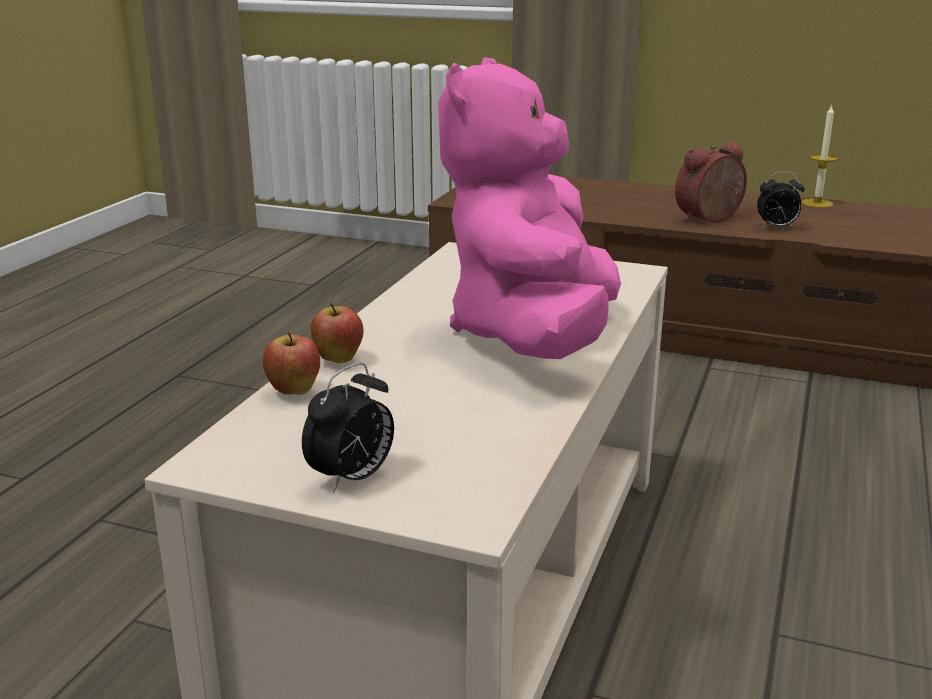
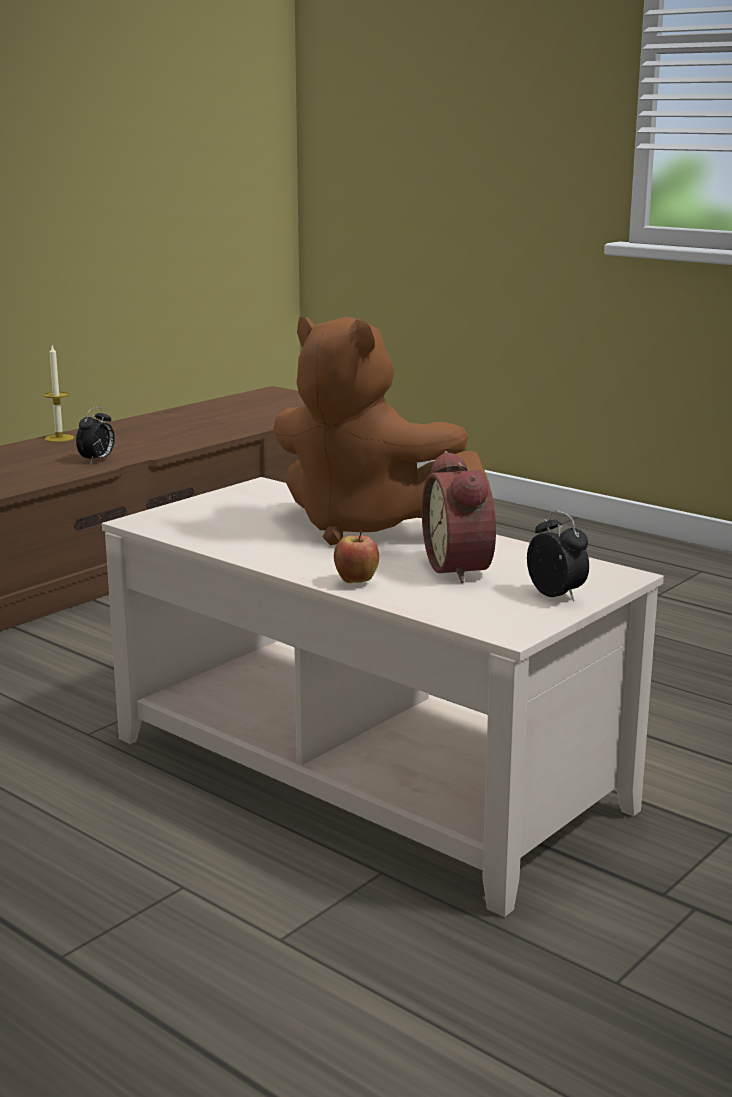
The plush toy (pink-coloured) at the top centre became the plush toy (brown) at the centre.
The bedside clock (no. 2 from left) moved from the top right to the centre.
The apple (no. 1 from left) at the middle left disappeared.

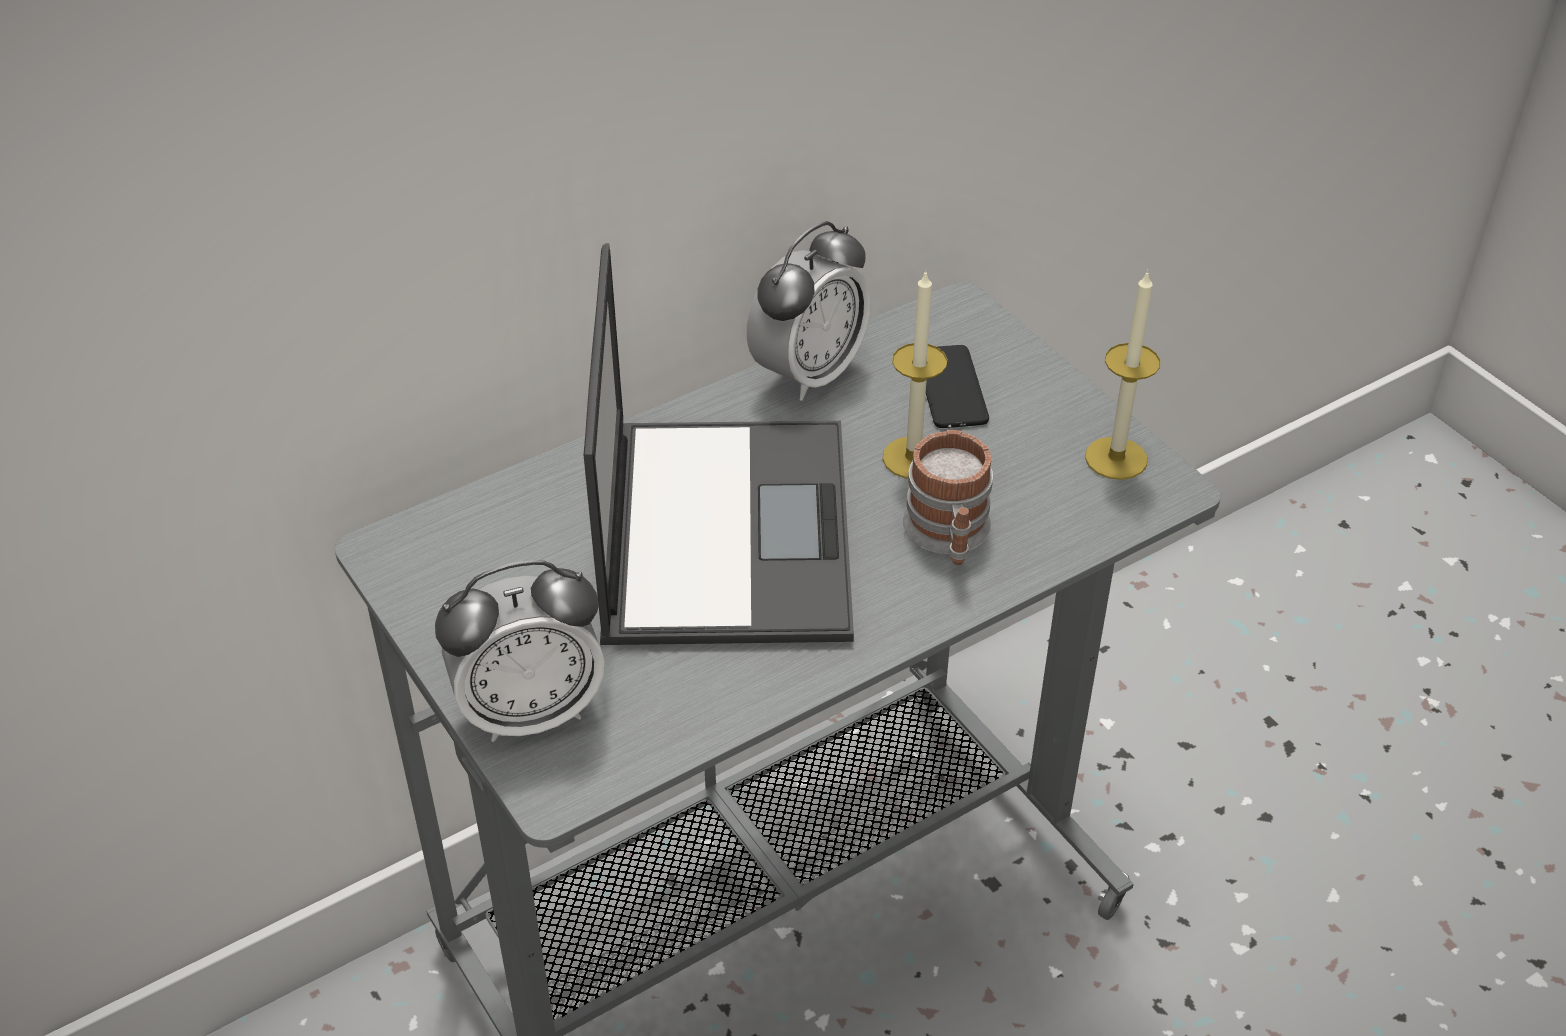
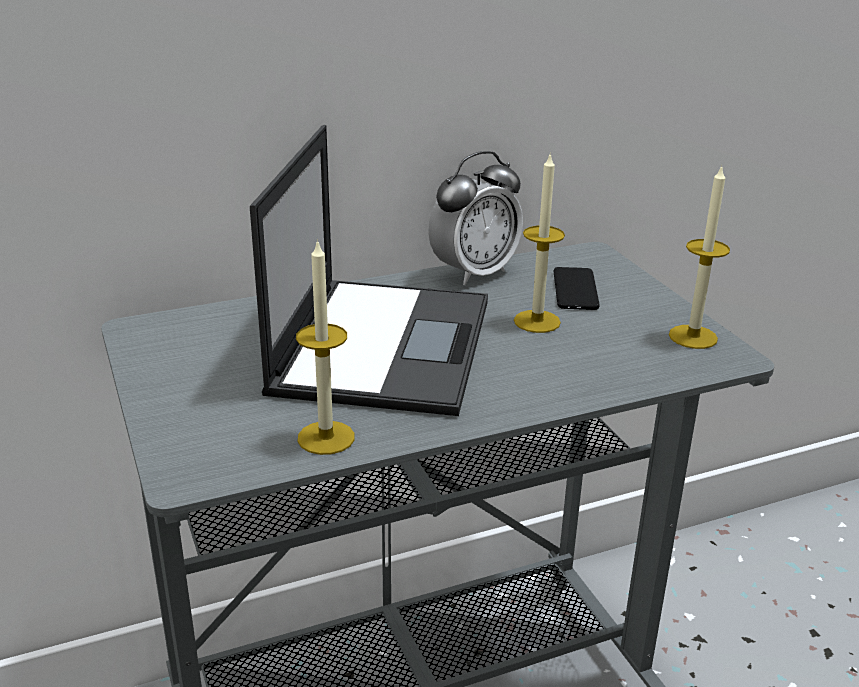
The wax light (no. 1 from left) at the centre appeared.
The bedside clock (no. 1 from left) at the middle left disappeared.
The mug at the centre disappeared.

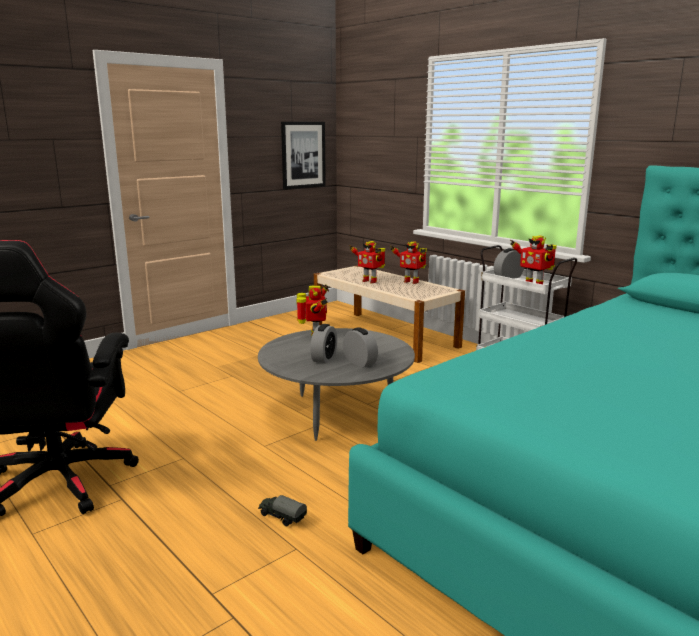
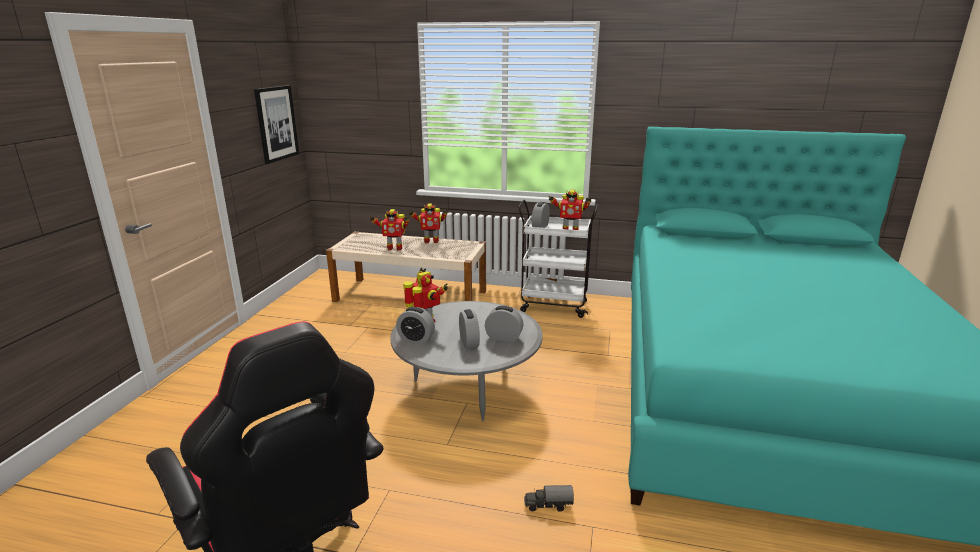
The bedside clock (no. 1 from left) at the centre appeared.

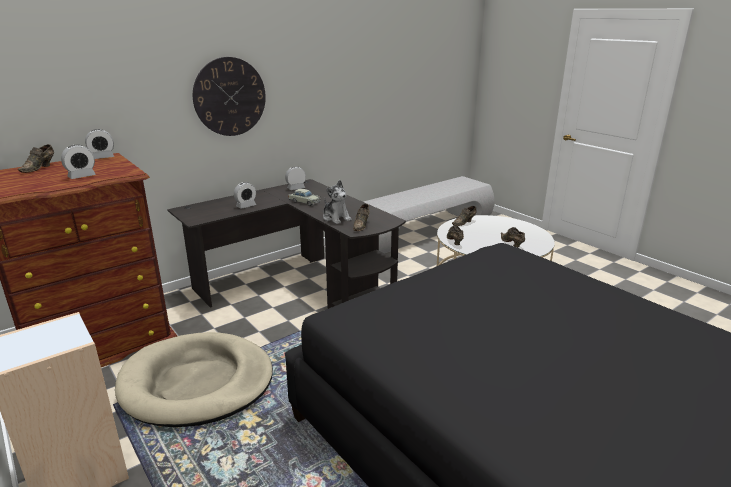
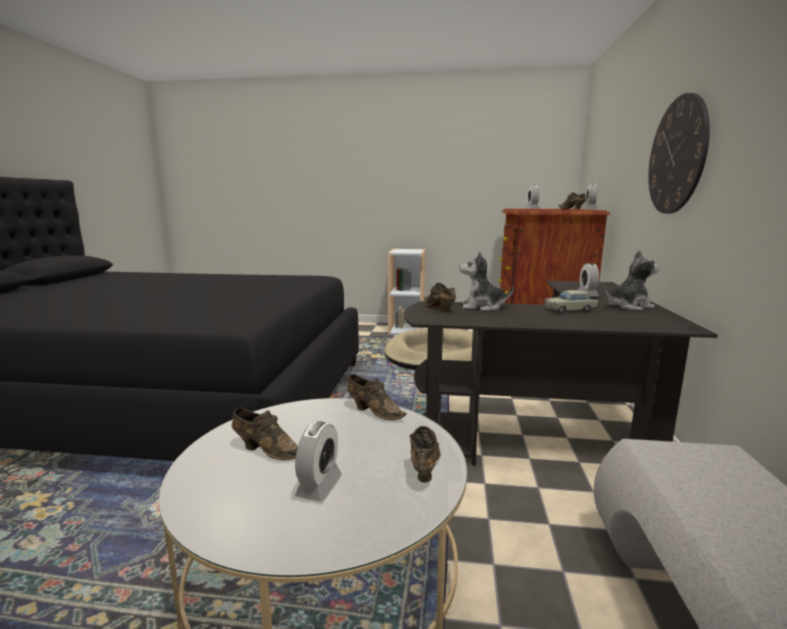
The bedside clock (no. 4 from left in the first image) moved from the centre to the bottom centre.
The plush toy (no. 2 from left) at the middle right appeared.

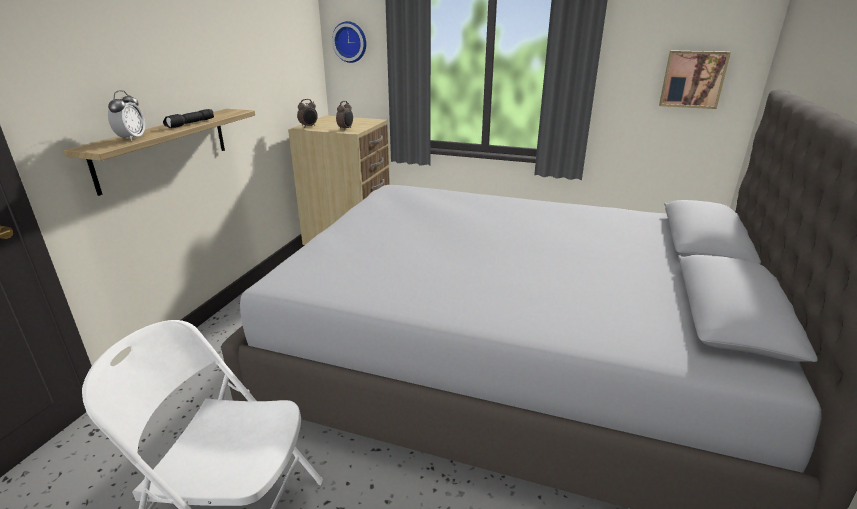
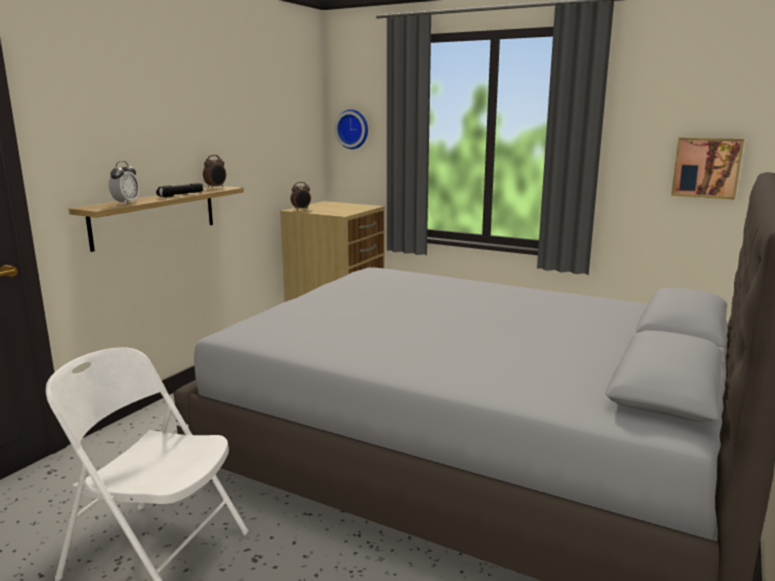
The bedside clock (no. 3 from left in the first image) moved from the top centre to the top left.

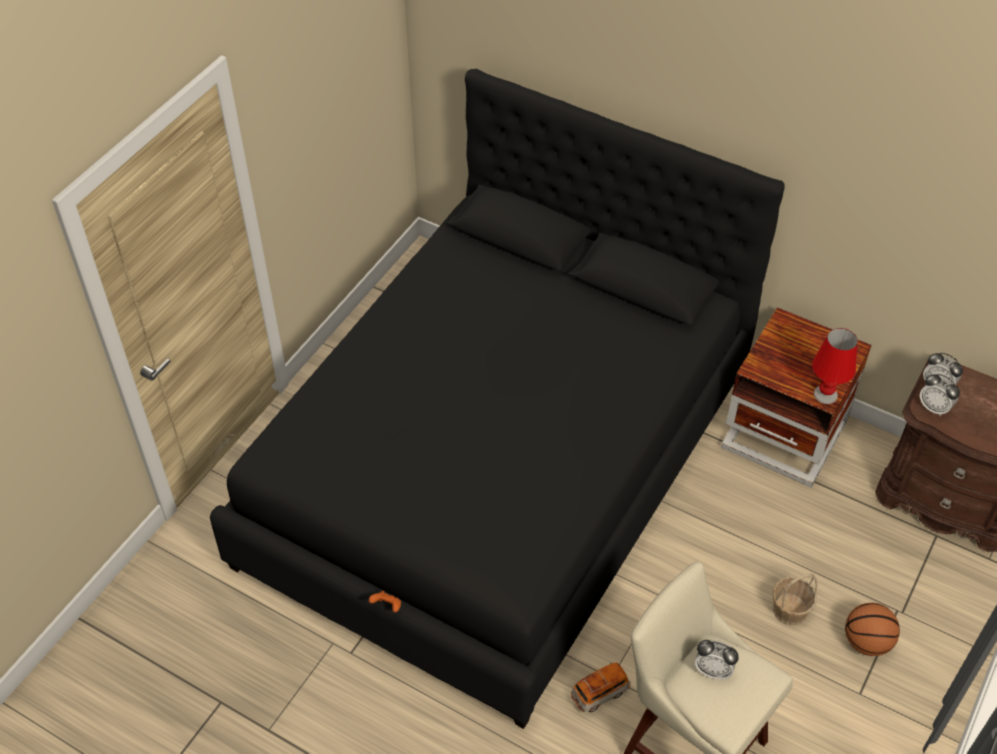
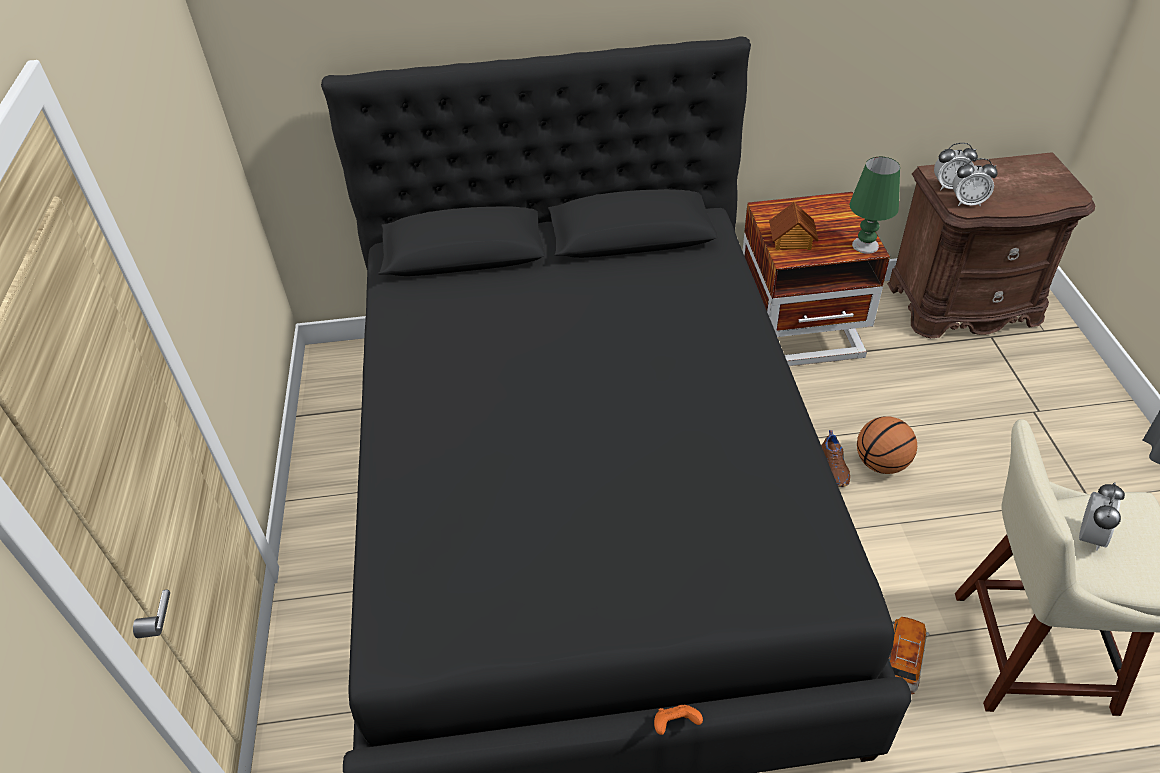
The model house at the top right appeared.
The item of footwear (brown) at the middle right appeared.
The lamp for a table (red) at the middle right became the lamp for a table (greenish) at the top right.
The basketball moved from the bottom right to the middle right.
The bedside clock (no. 1 from left in the first image) at the bottom right turned 45 degrees counterclockwise.
The basket at the bottom right disappeared.

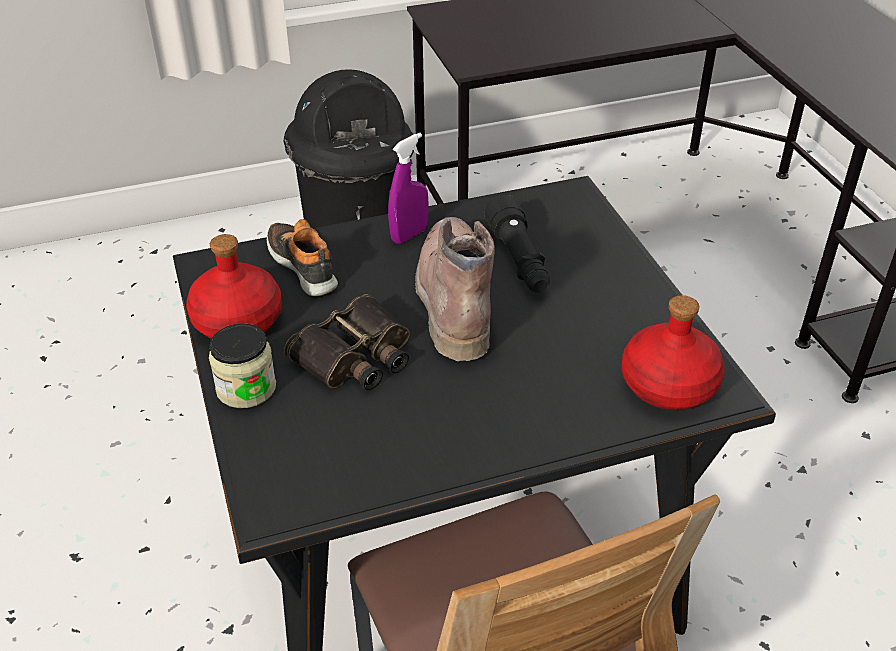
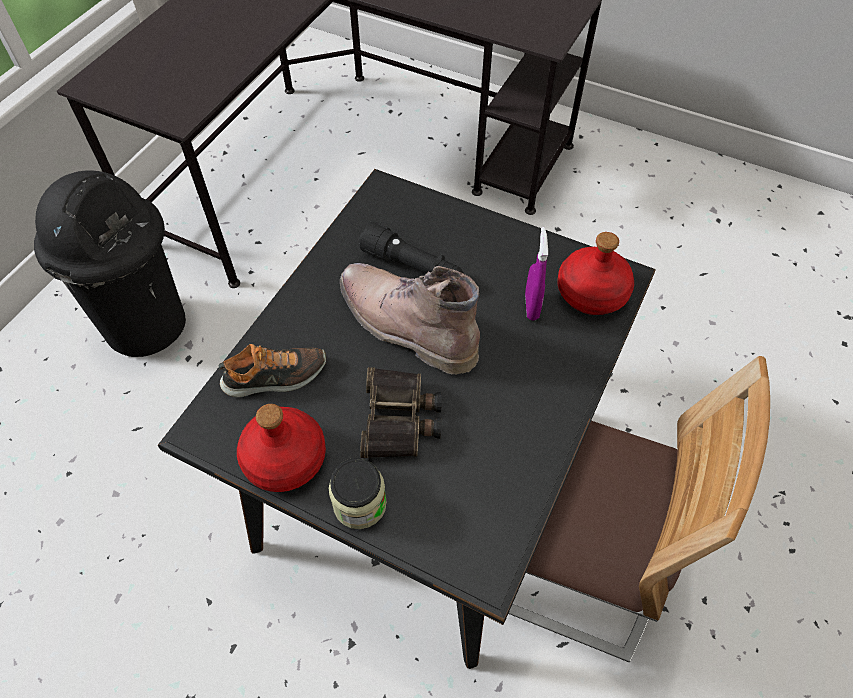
The item of footwear at the centre turned 150 degrees clockwise.
The hand sprayer (purple) moved from the top centre to the centre.

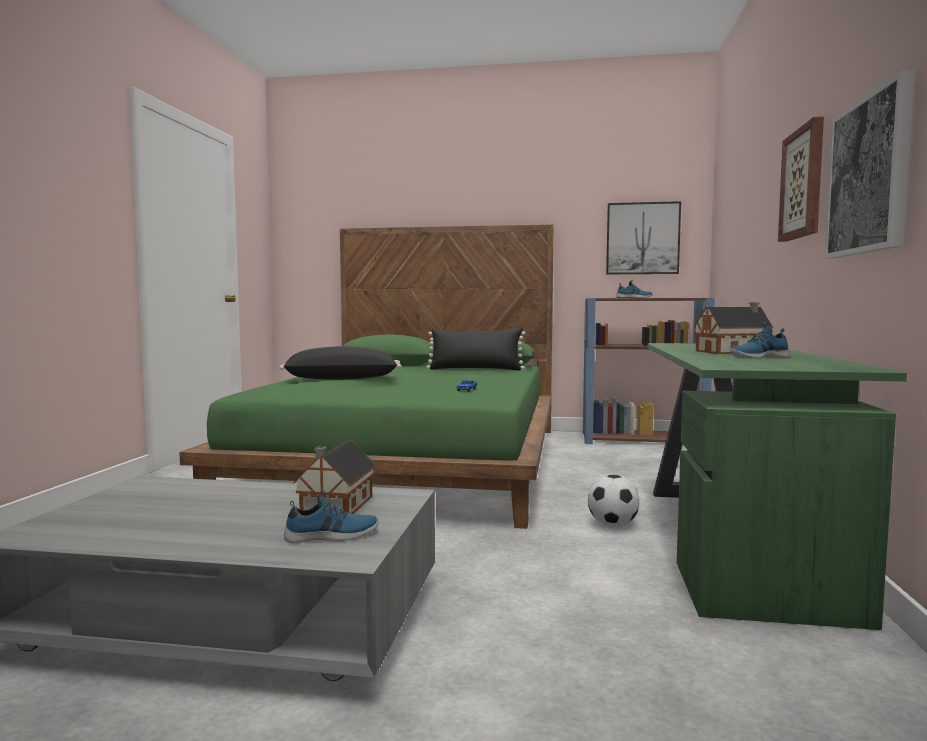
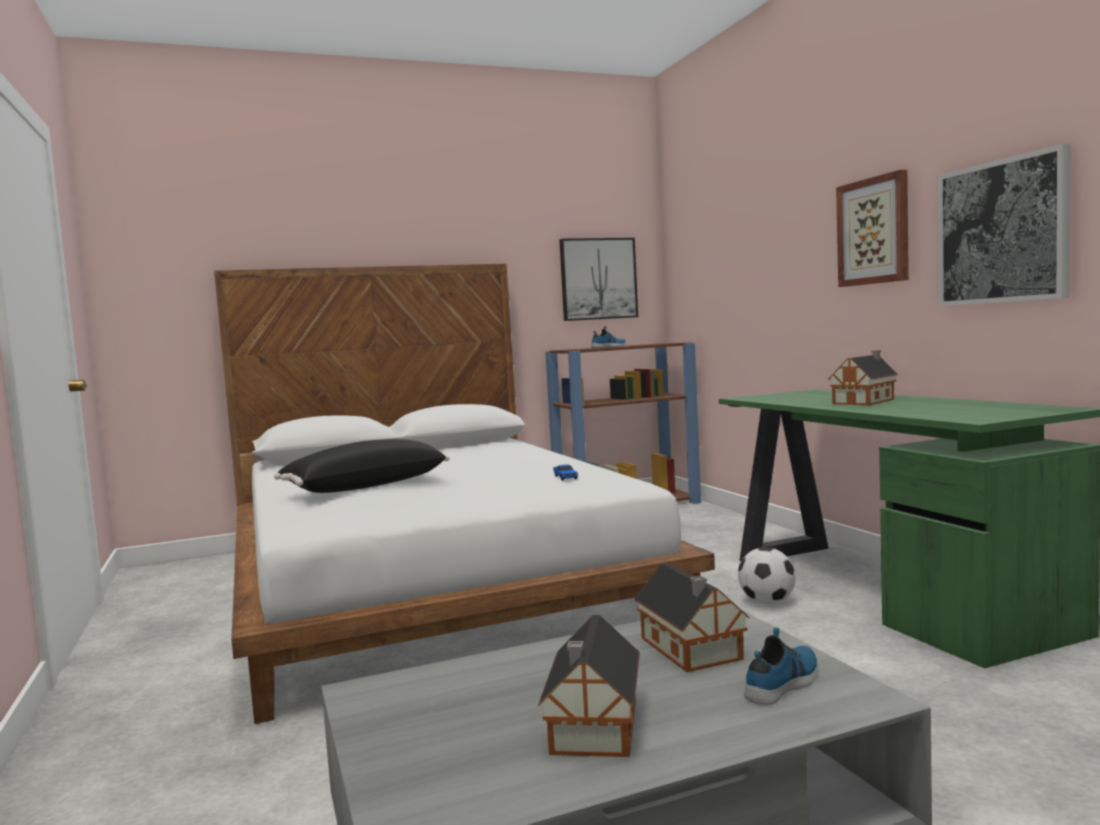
The bedroom bed (greenish) at the centre became the bedroom bed (white-coloured) at the centre.
The model house (no. 1 from left) at the bottom centre appeared.
The pillow (blackish) (no. 2 from left) at the centre disappeared.
The item of footwear (no. 3 from left) at the middle right disappeared.

